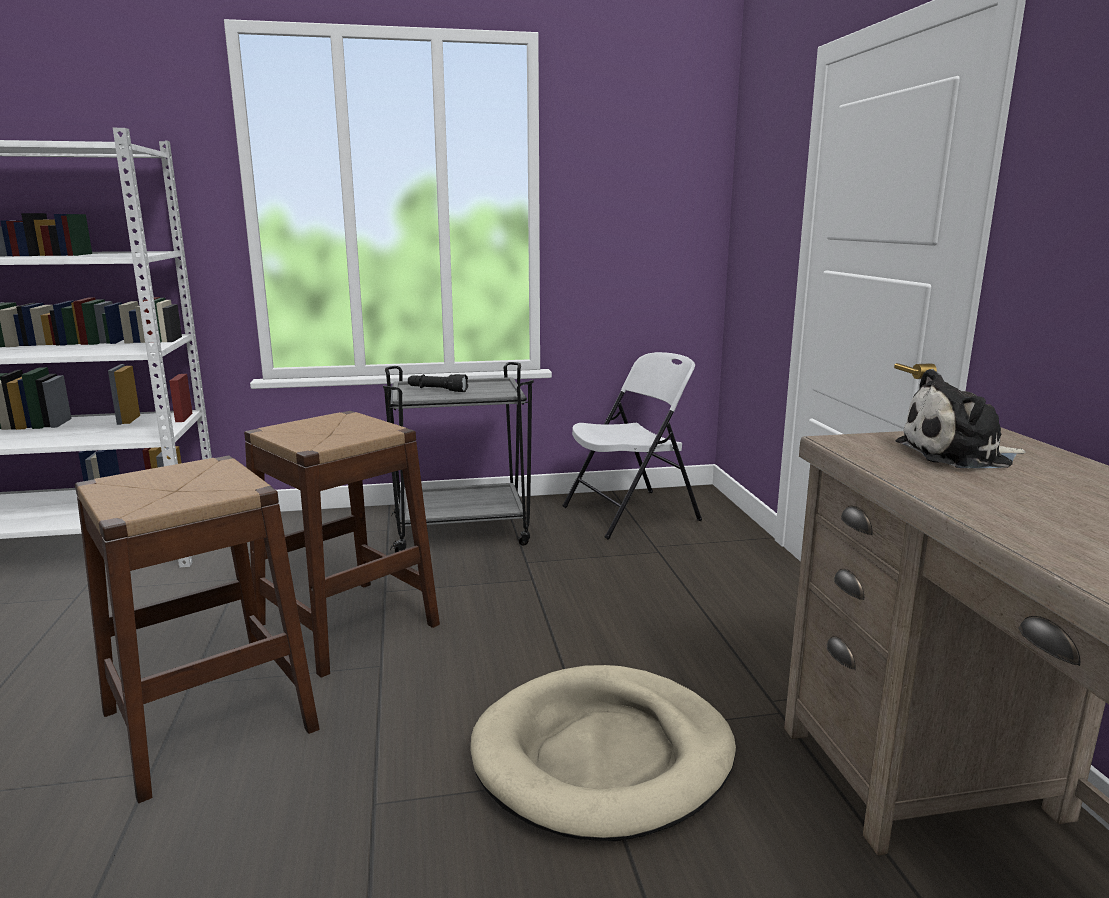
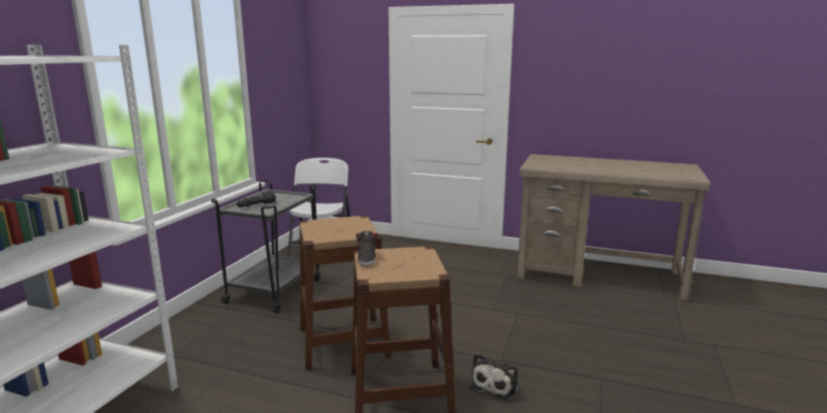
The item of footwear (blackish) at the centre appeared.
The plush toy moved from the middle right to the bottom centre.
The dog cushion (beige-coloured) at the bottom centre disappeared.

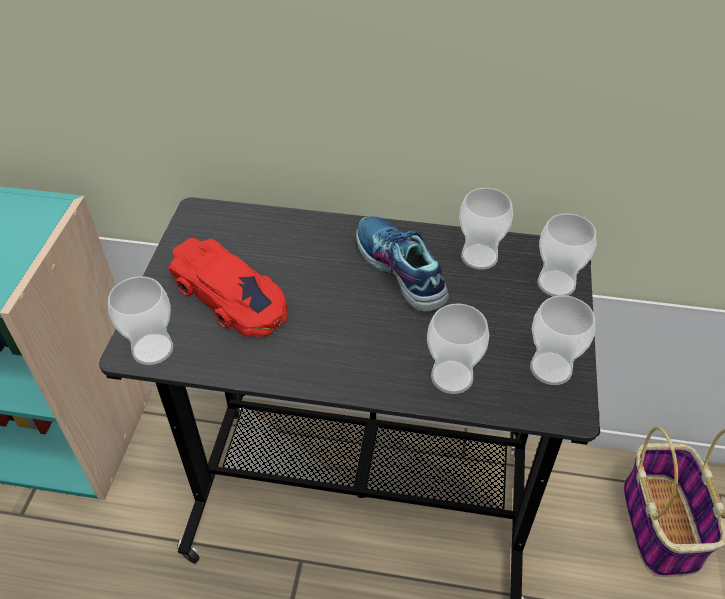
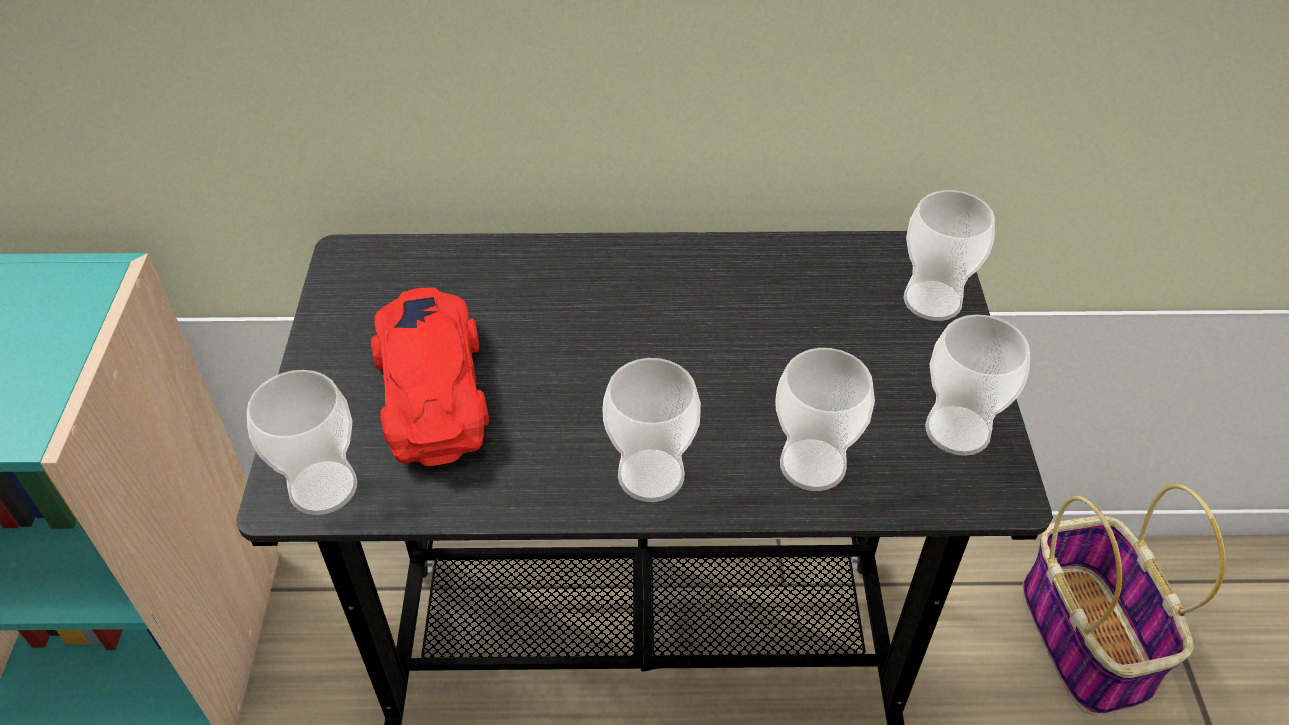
The model car (red) at the middle left turned 135 degrees counterclockwise.
The small cup (no. 3 from left in the first image) moved from the middle right to the centre.
The item of footwear at the centre disappeared.

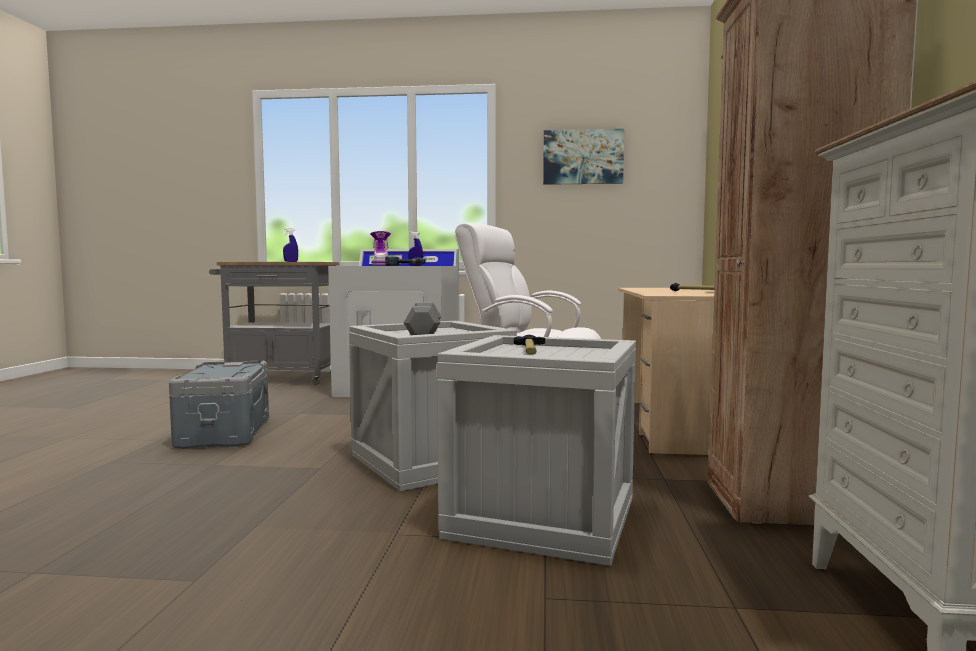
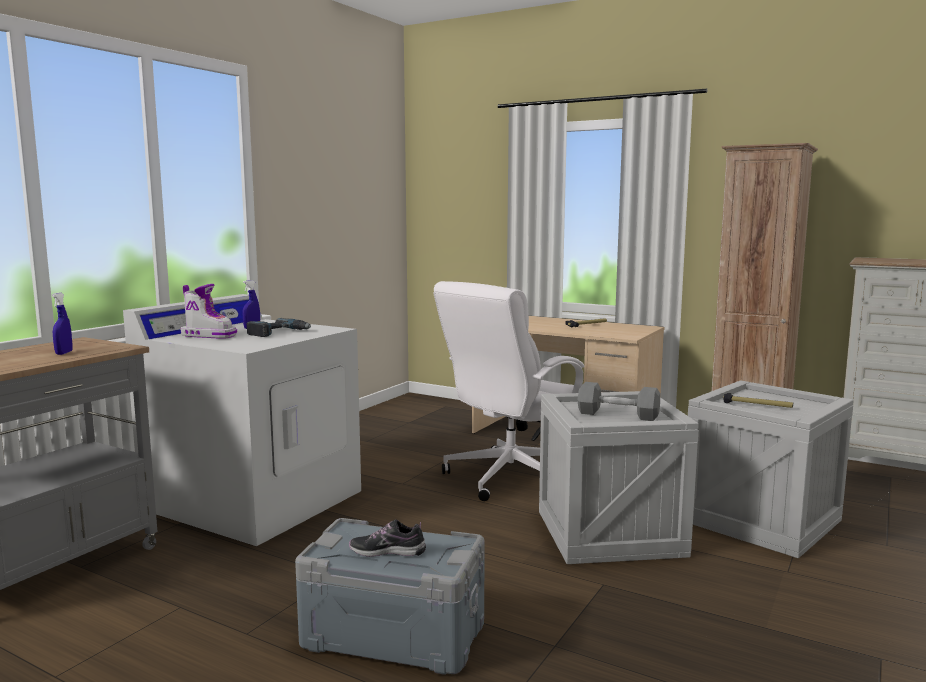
The item of footwear at the bottom centre appeared.
The wall art at the top centre disappeared.

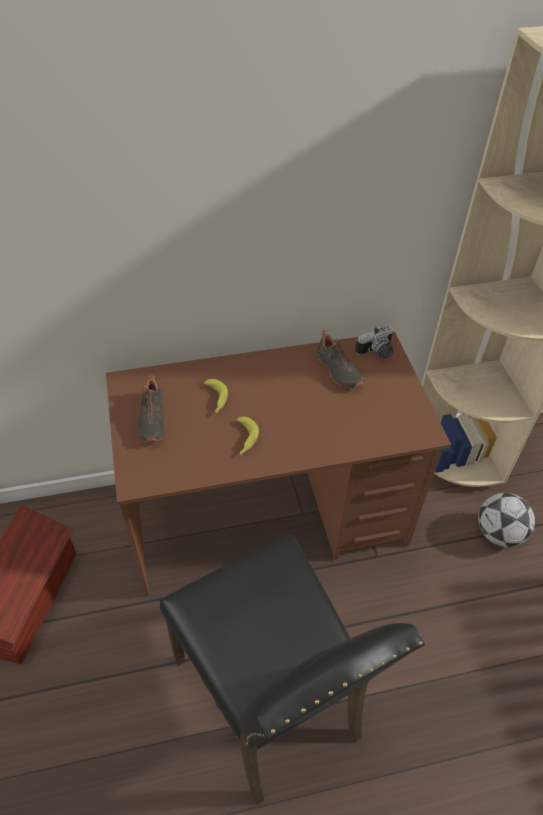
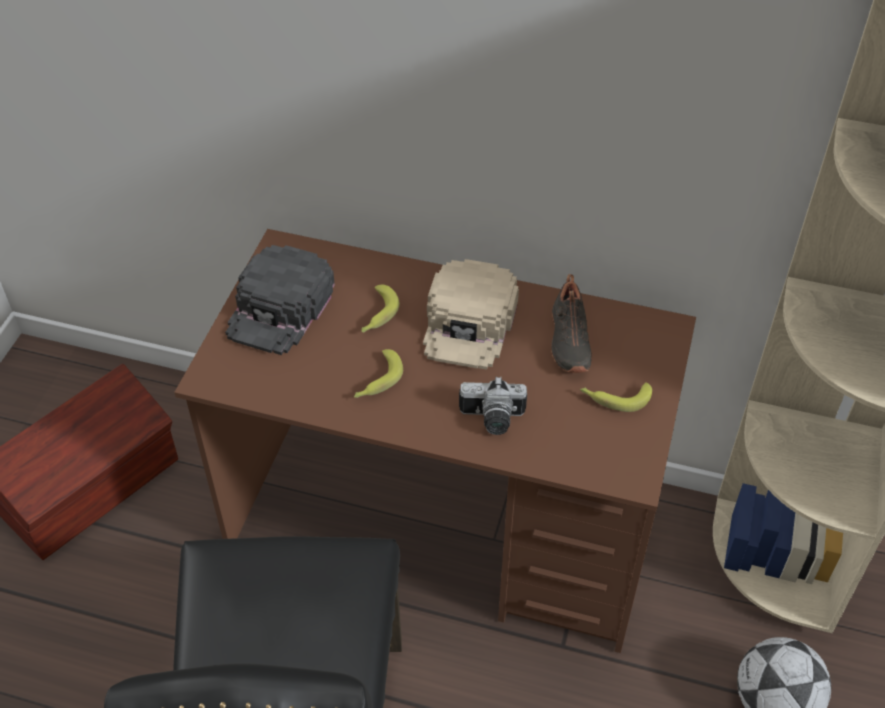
The item of footwear (blackish) (no. 1 from left) at the middle left was replaced by the baseball cap (blackish) at the middle left.
The baseball cap (beige-coloured) at the centre appeared.
The still camera moved from the middle right to the centre.
The banana fruit (no. 3 from left) at the middle right appeared.

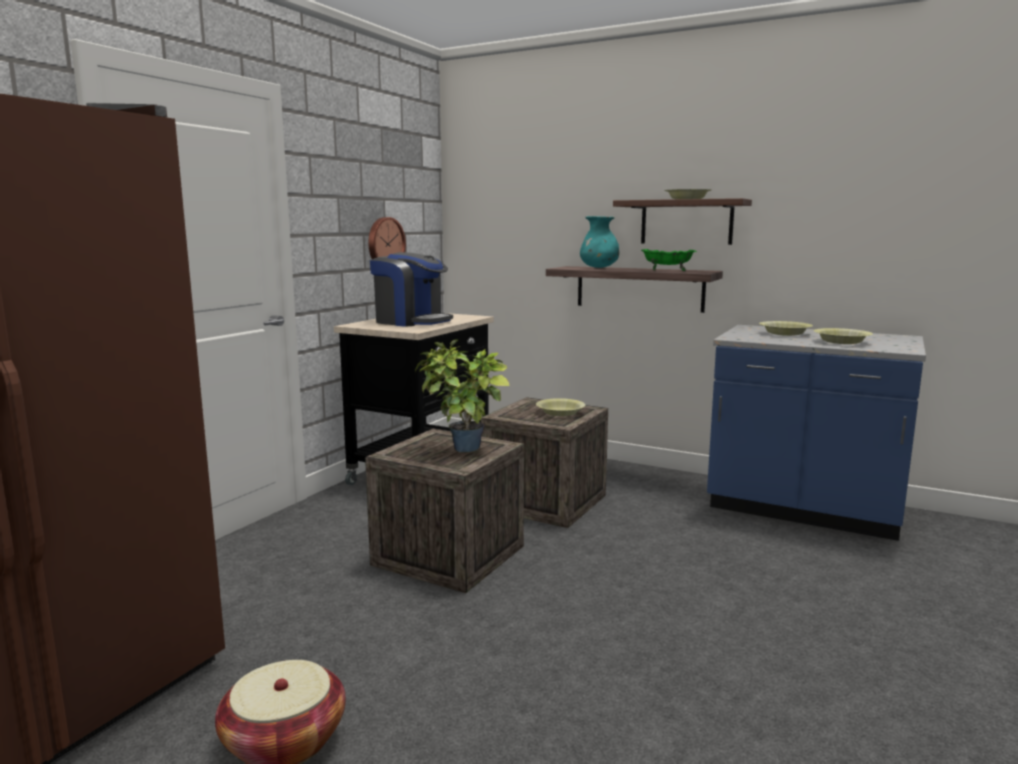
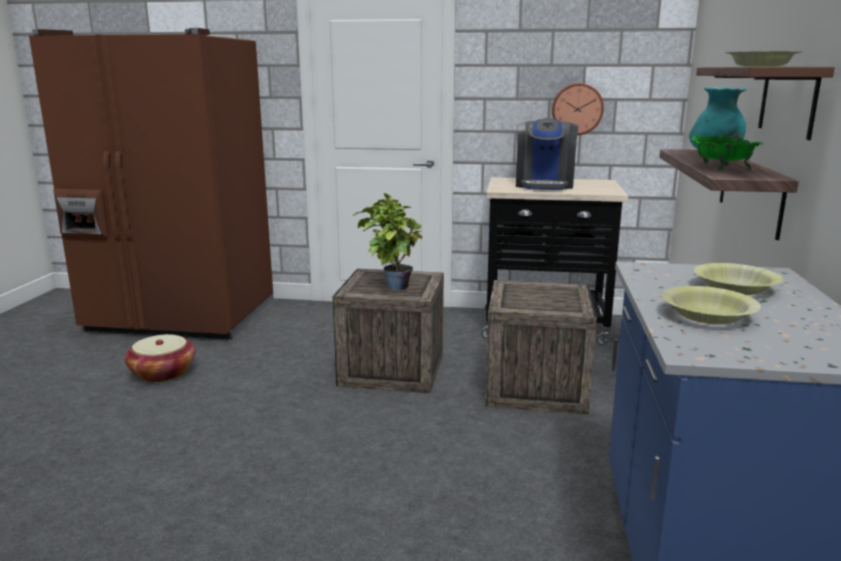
The deep dish (yellow) (no. 1 from left) at the centre disappeared.

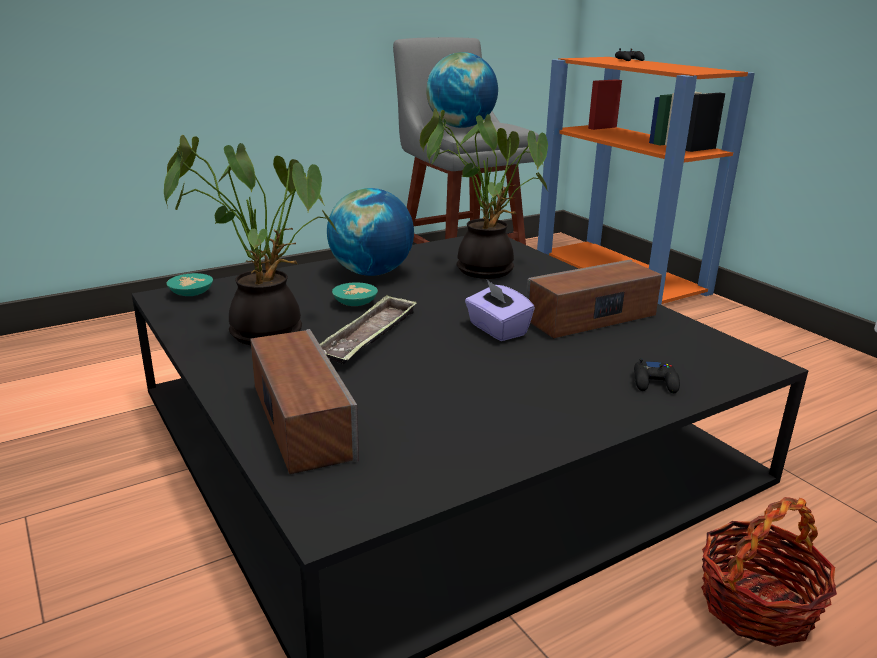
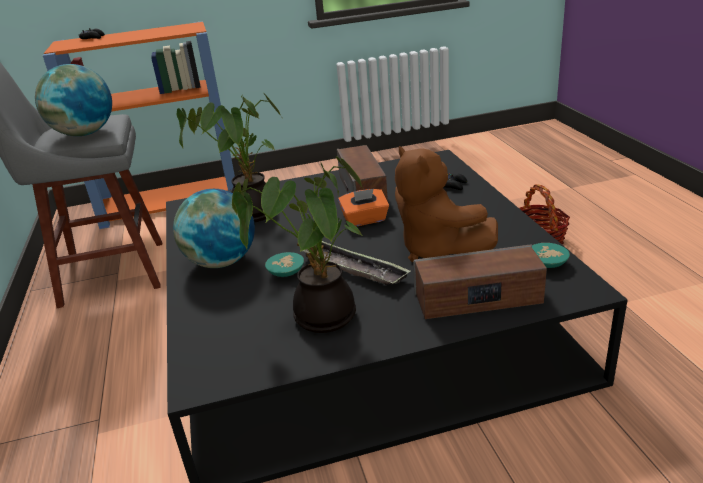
The tissue box (purple) at the centre became the tissue box (orange) at the centre.
The plush toy (brown) at the centre appeared.
The deep dish (turquoise) (no. 1 from left in the first image) moved from the middle left to the middle right.

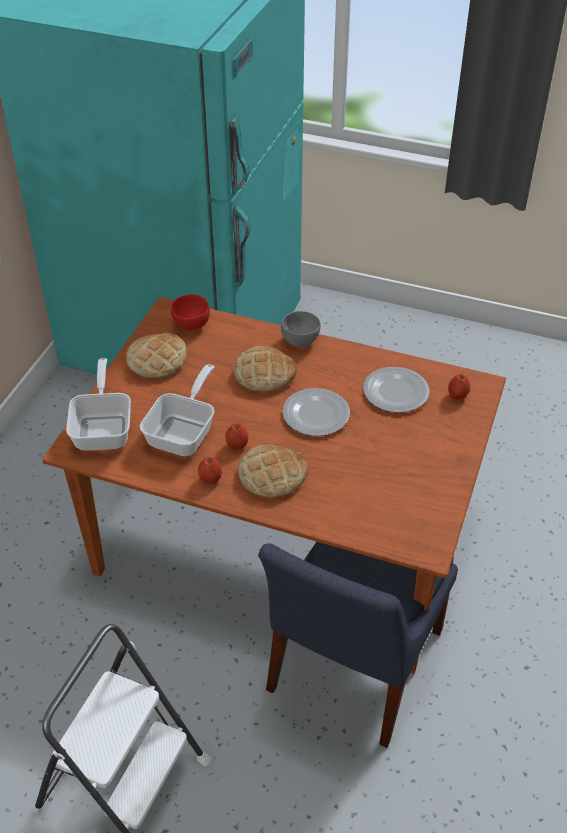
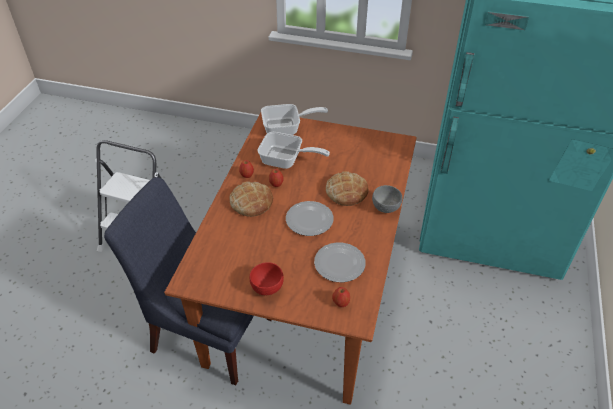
The deep dish (red) moved from the centre to the bottom centre.
The bread (no. 1 from left) at the middle left disappeared.

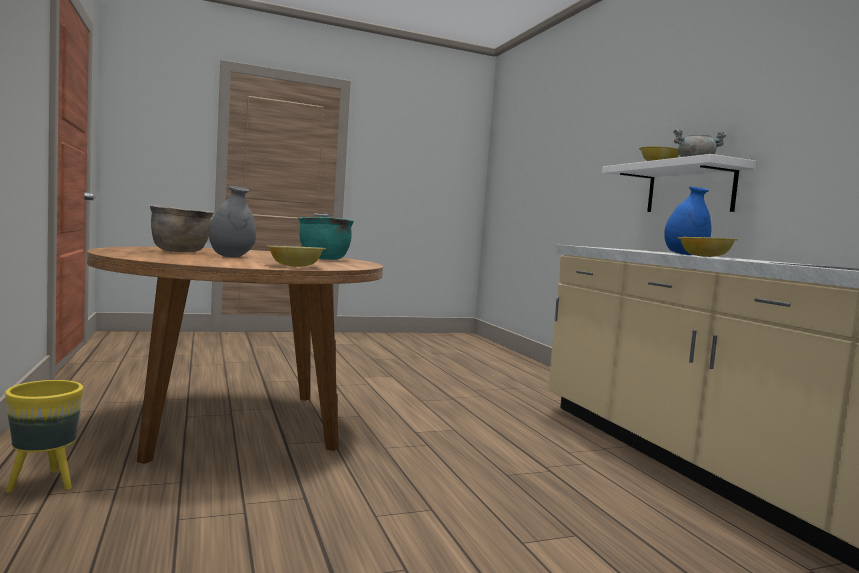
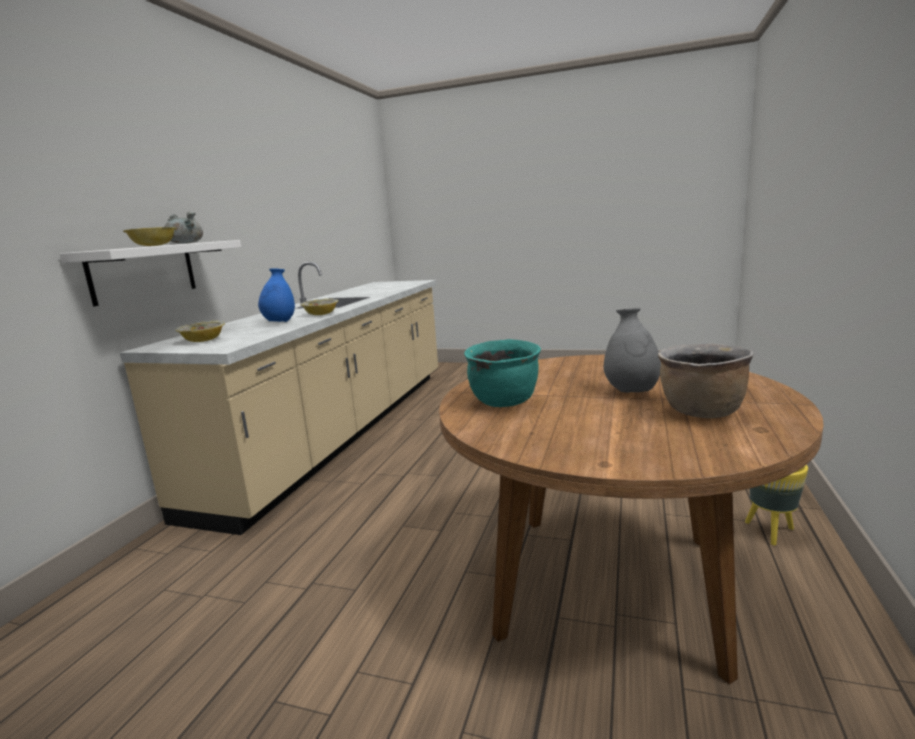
The deep dish (no. 1 from left in the first image) moved from the centre to the middle left.

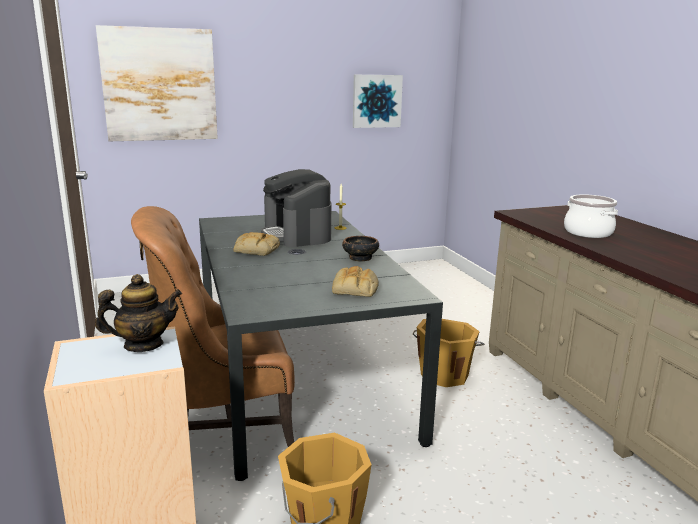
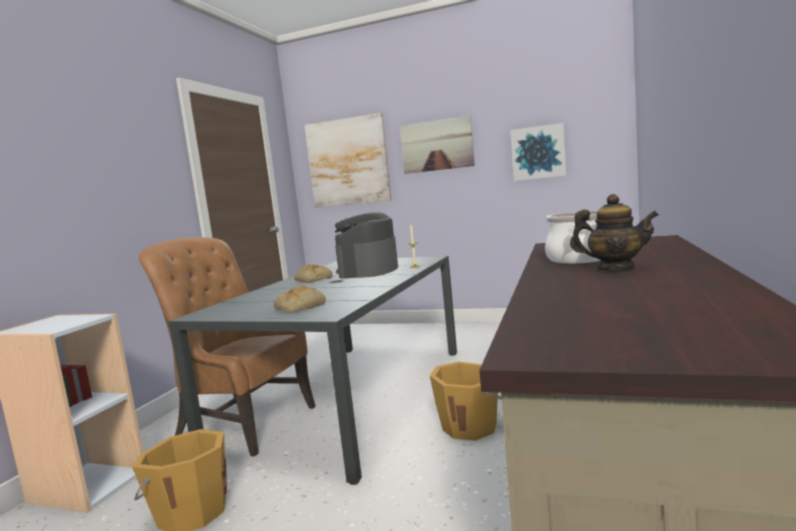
The wall art (no. 2 from left) at the top centre appeared.
The tea pot moved from the middle left to the middle right.
The deep dish at the centre disappeared.

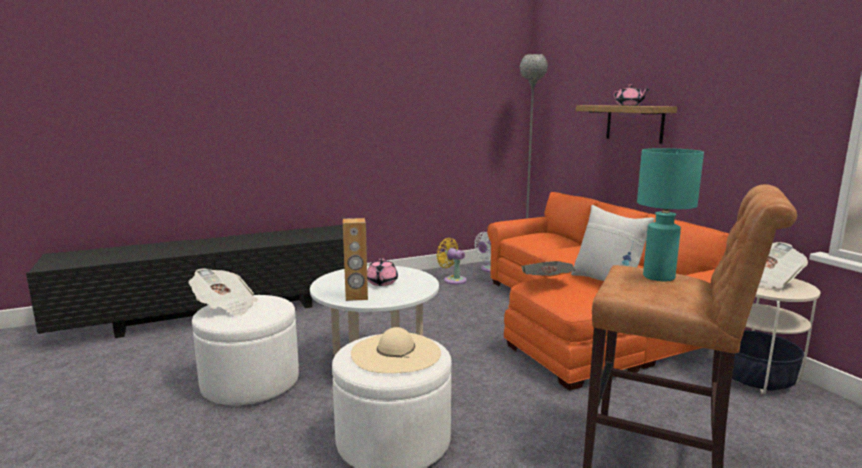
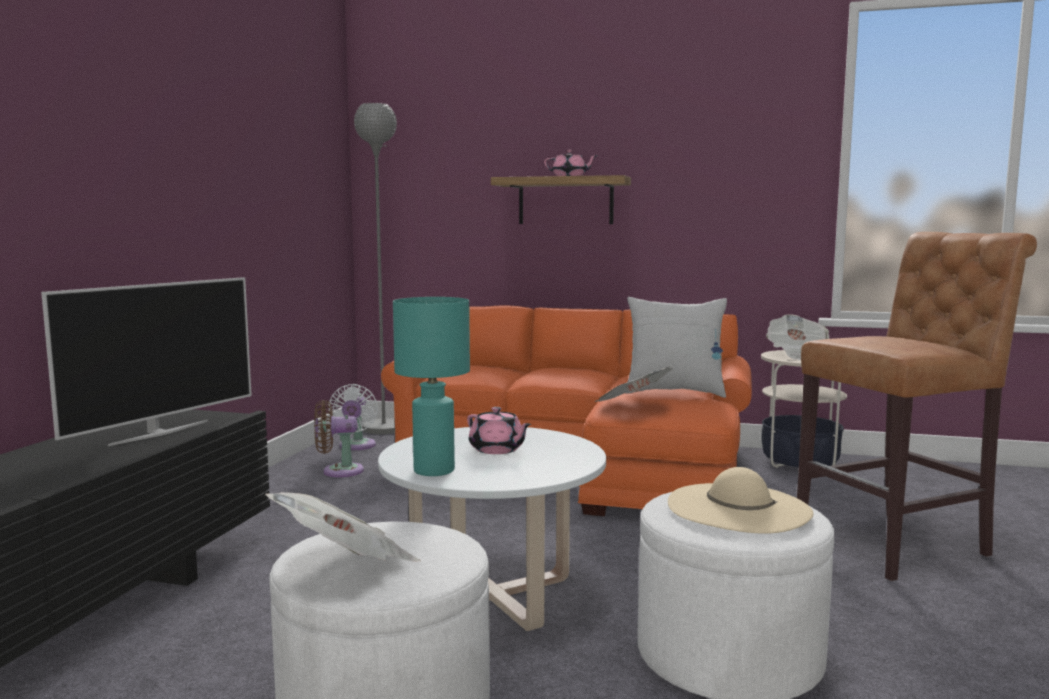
The TV at the middle left appeared.
The fan (yellow) at the centre became the fan (brown) at the middle left.
The lamp for a table (turquoise) moved from the middle right to the centre.
The audio speaker (brown) at the centre disappeared.

